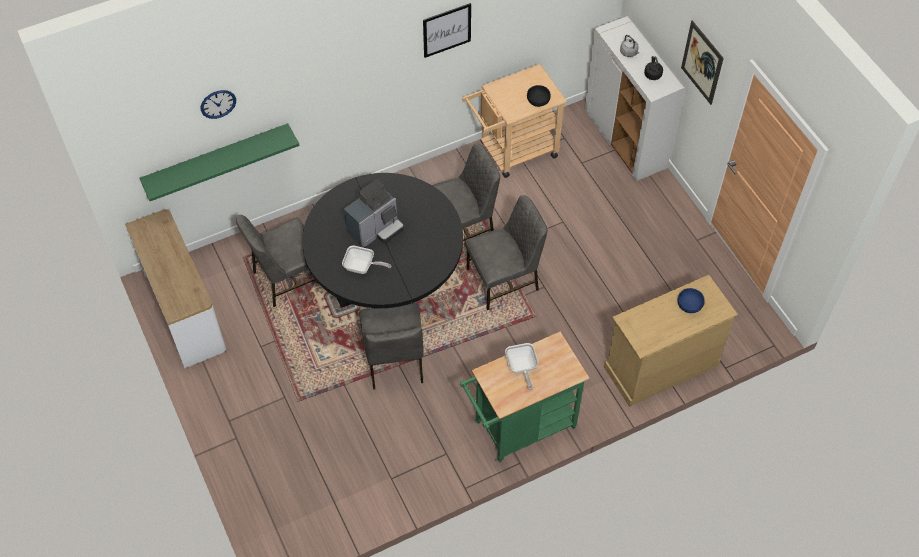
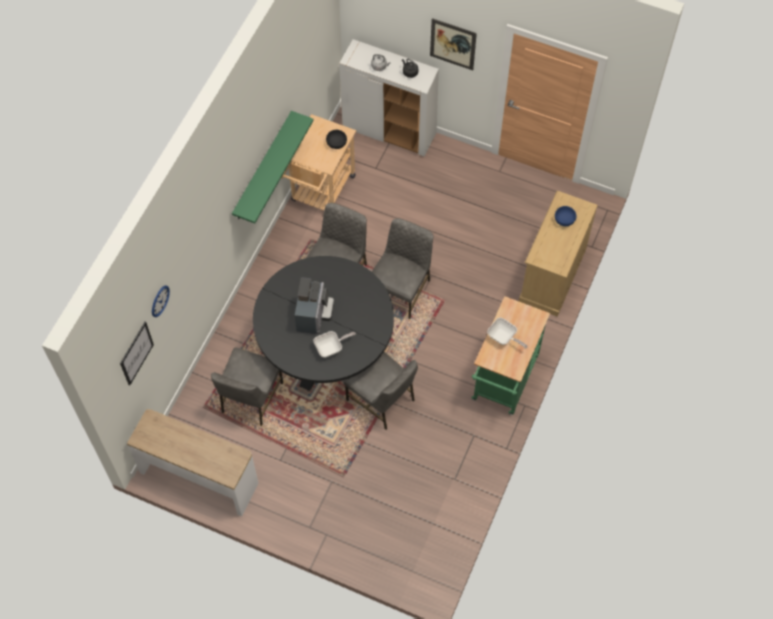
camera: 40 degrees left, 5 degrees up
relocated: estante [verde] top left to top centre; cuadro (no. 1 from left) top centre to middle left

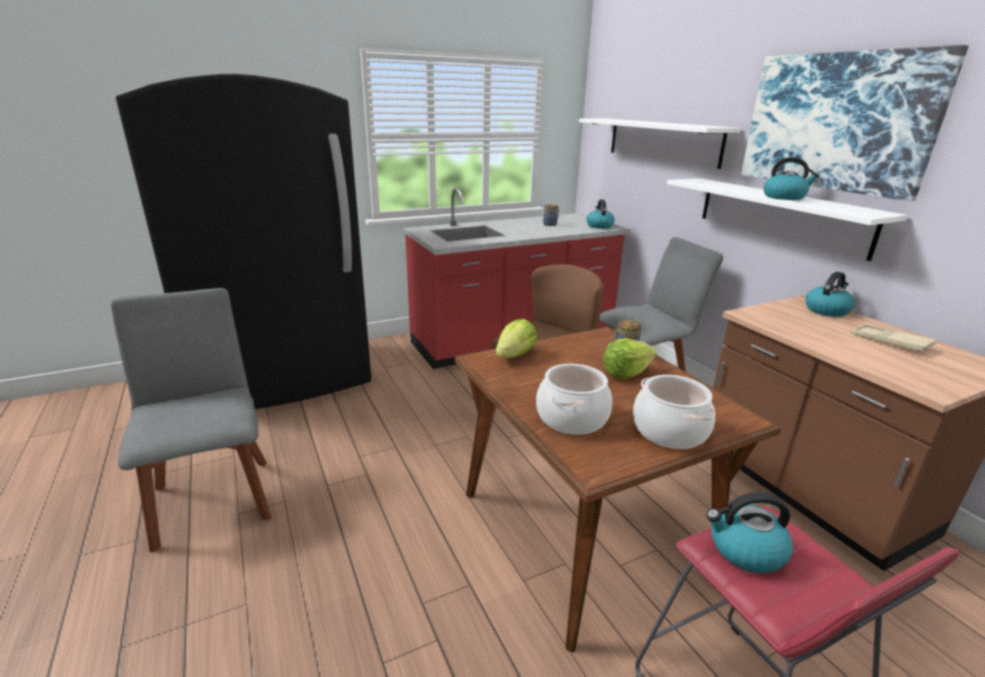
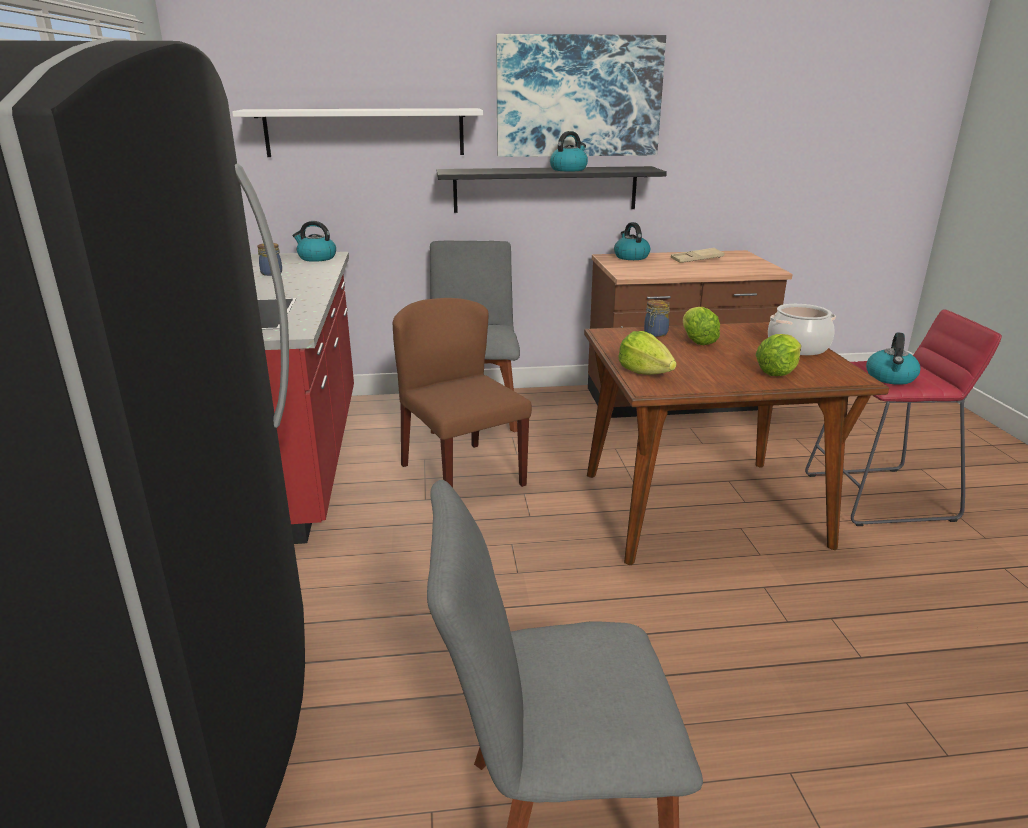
camera: 70 degrees left, 0 degrees up
exchanged: olla (no. 1 from left) centre to lechuga (no. 3 from left) middle right
colour: estante [blanco] (no. 2 from left) top right to estante [negro] top centre

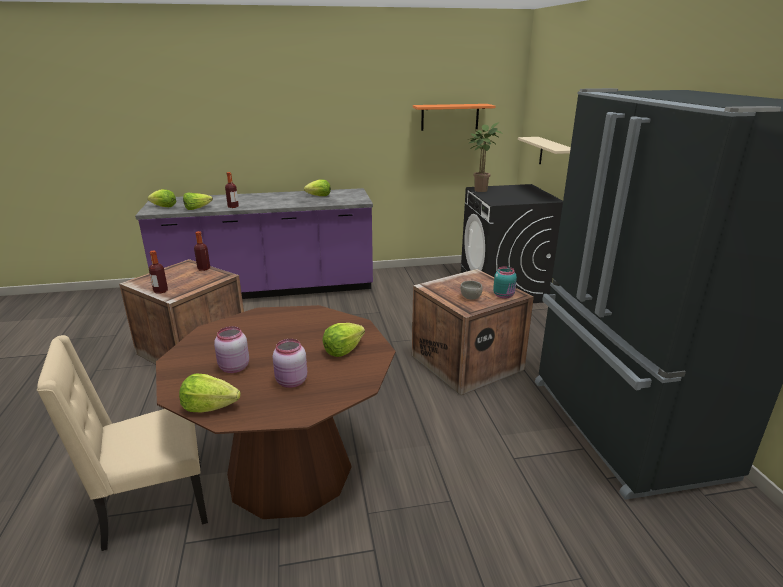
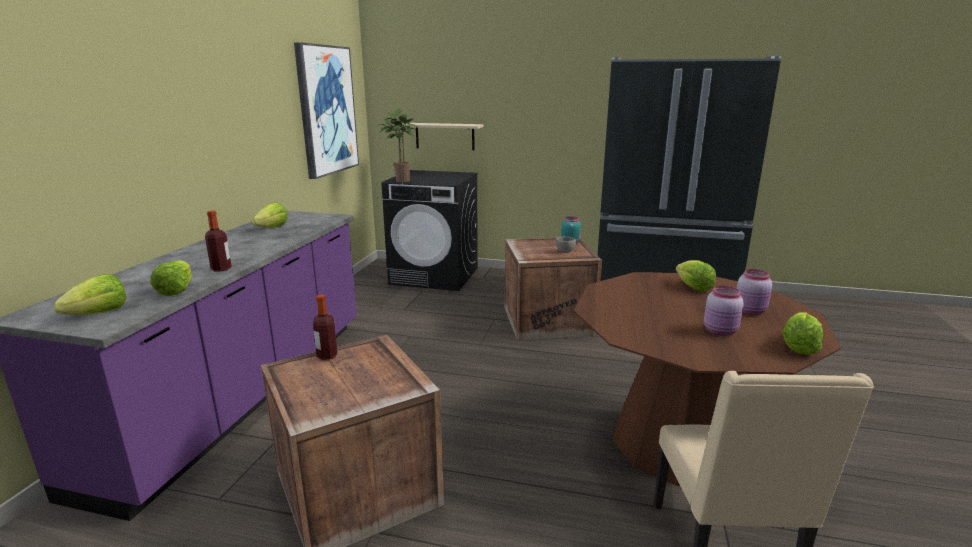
camera: 65 degrees left, 5 degrees down
missing: botella (no. 1 from left) middle left
exchanged: estante [naranja] top centre to cuadro top centre

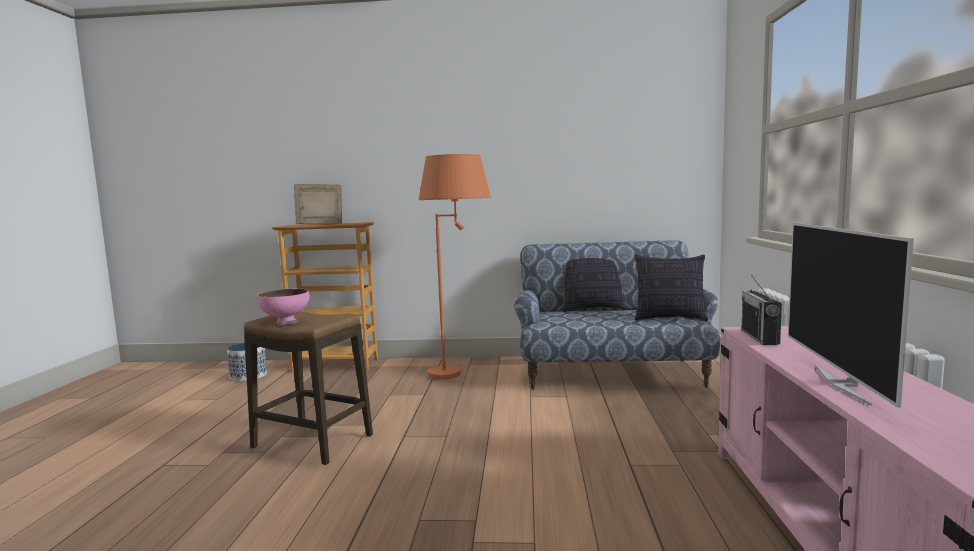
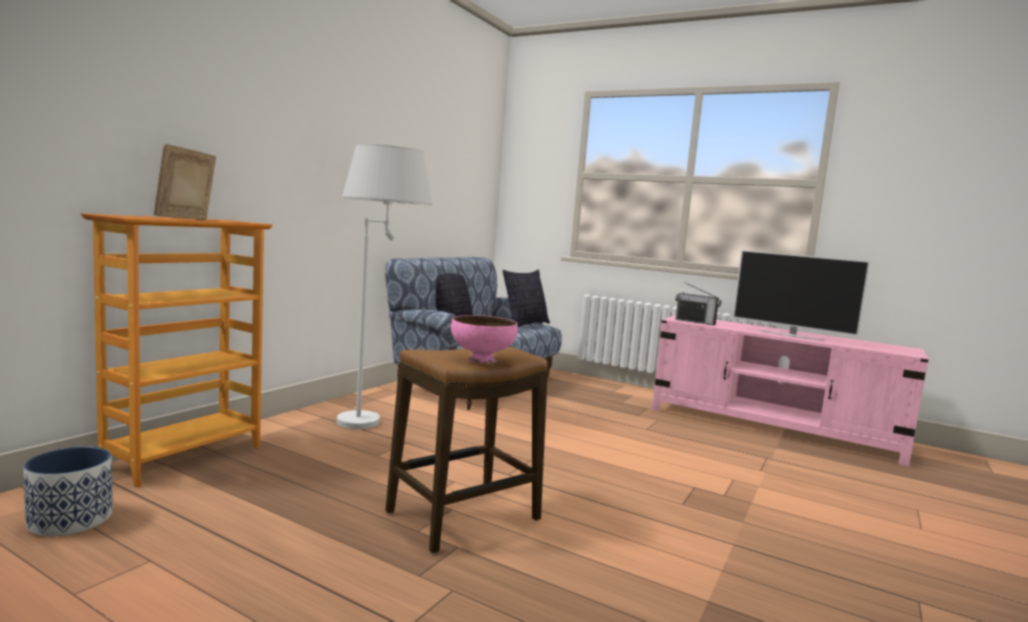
camera: 65 degrees left, 0 degrees up
colour: lámpara de pie [naranja] centre to lámpara de pie [blanco] centre

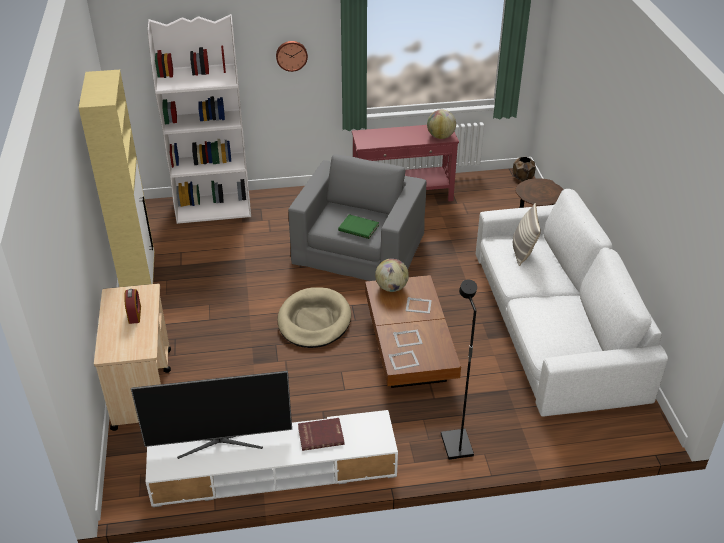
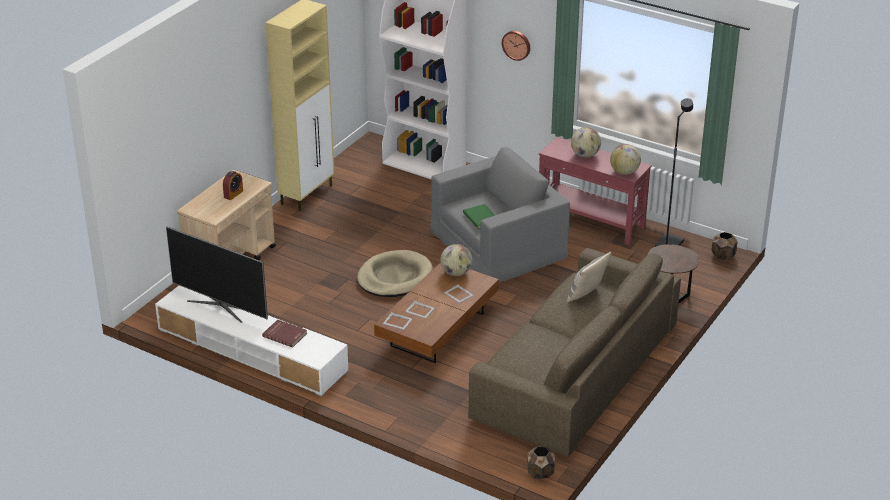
camera: 40 degrees right, 5 degrees down
appeared: maceta [marrón] (no. 1 from left) bottom centre; globo terráqueo (no. 2 from left) top centre
relocated: lámpara de pie [negro] bottom centre to middle right
colour: sofá [blanco] middle right to sofá [marrón] bottom centre

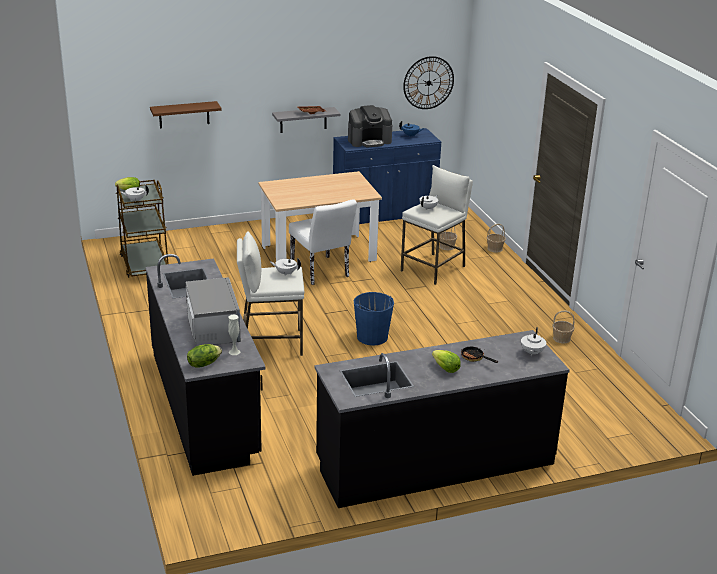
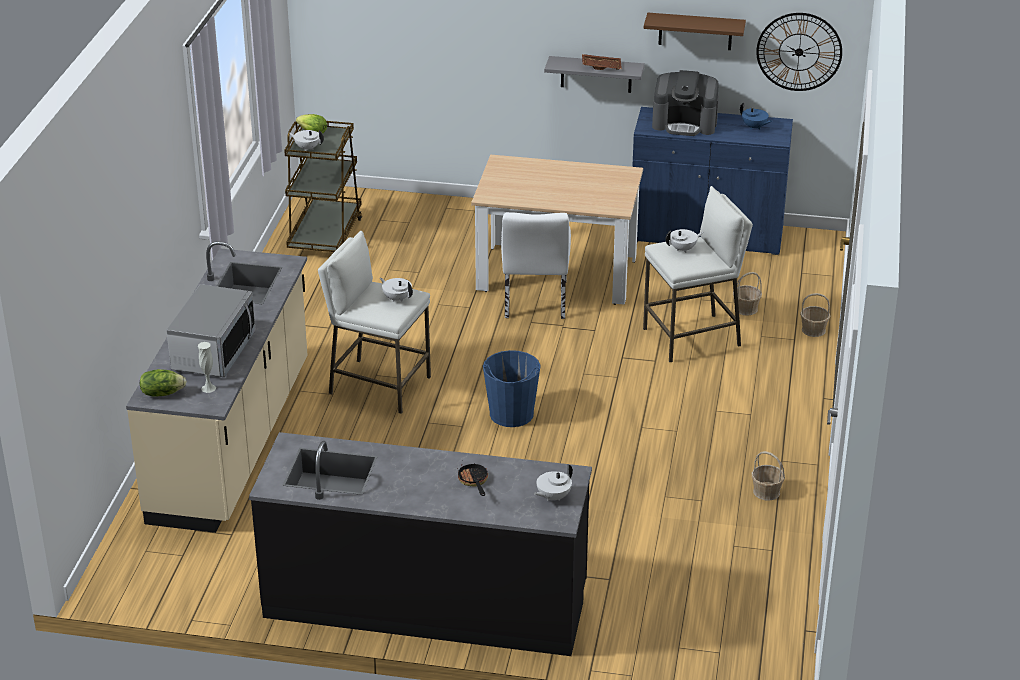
camera: 30 degrees right, 5 degrees up
missing: lechuga (no. 3 from left) centre
relocated: estante [marrón] top left to top right
colour: mueble bajo de cocina [negro] (no. 1 from left) middle left to mueble bajo de cocina [beis] middle left

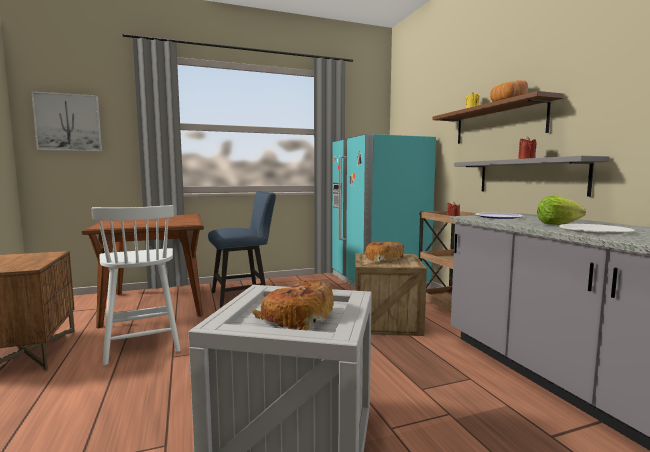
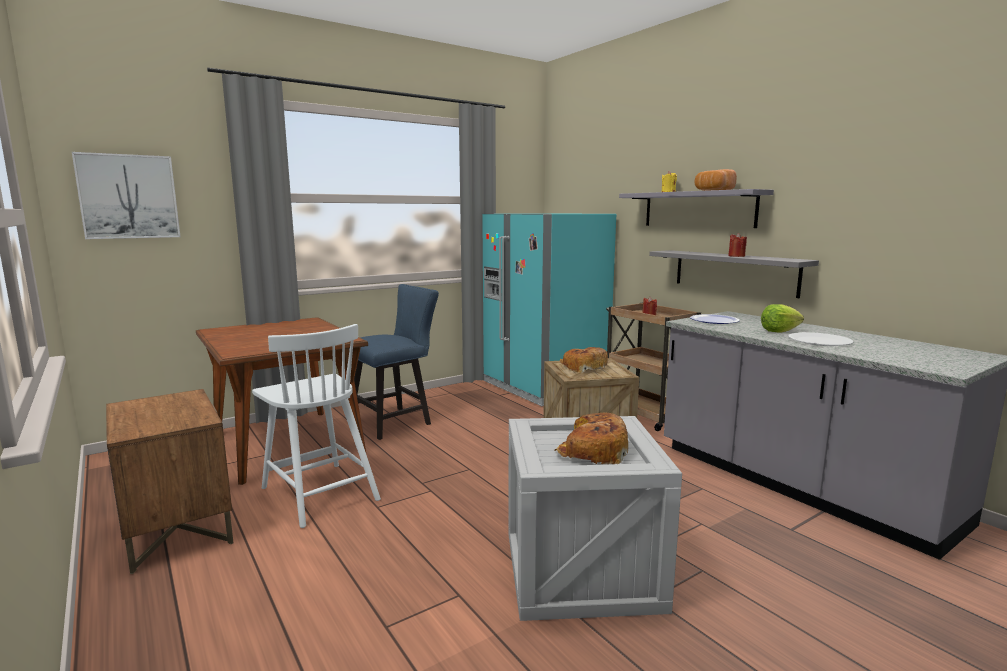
camera: 15 degrees left, 5 degrees up
colour: estante [marrón] top right to estante [gris] (no. 1 from left) top right

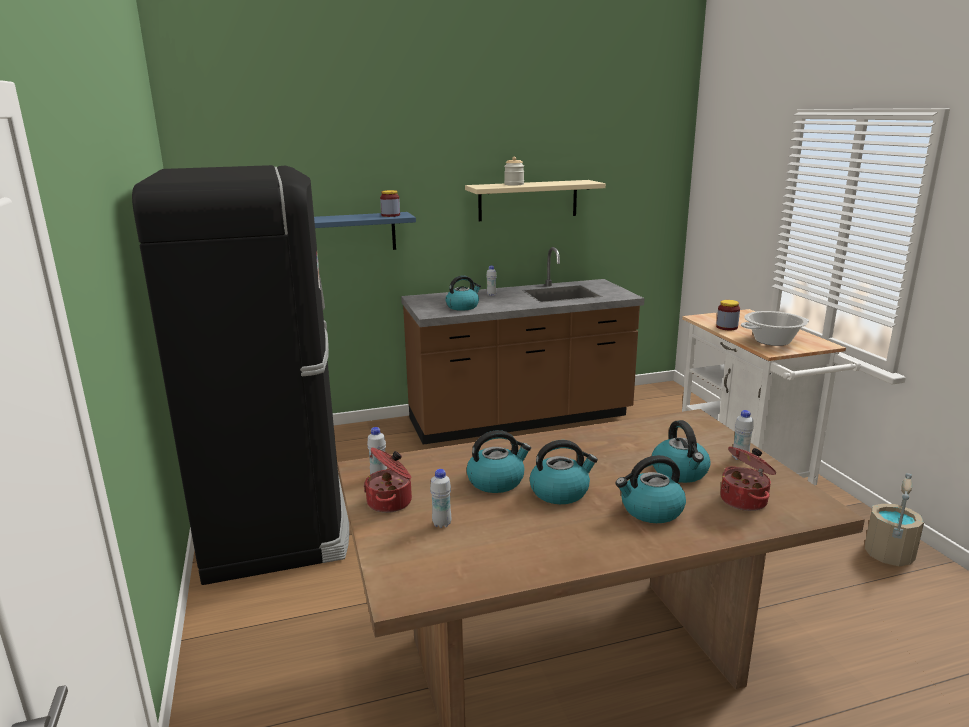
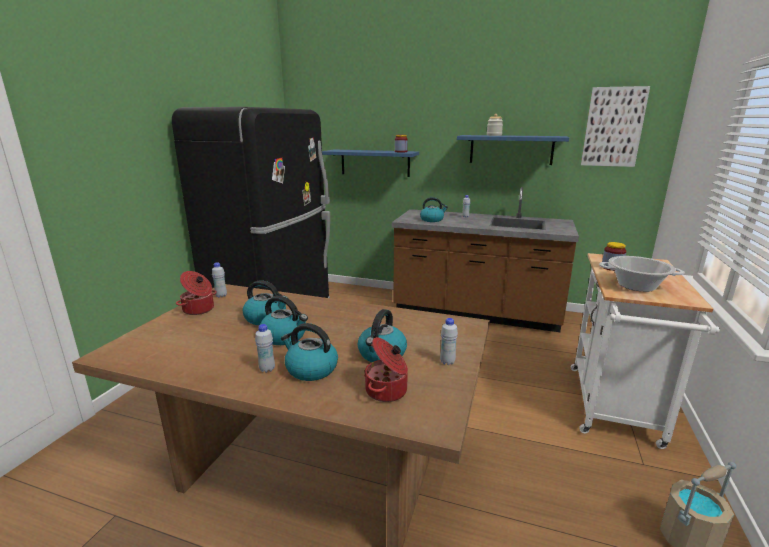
camera: 35 degrees right, 0 degrees up
appeared: cuadro top right
relocated: botella [blanco] (no. 2 from left) bottom centre to centre
colour: estante [beis] top centre to estante [azul] (no. 2 from left) top right

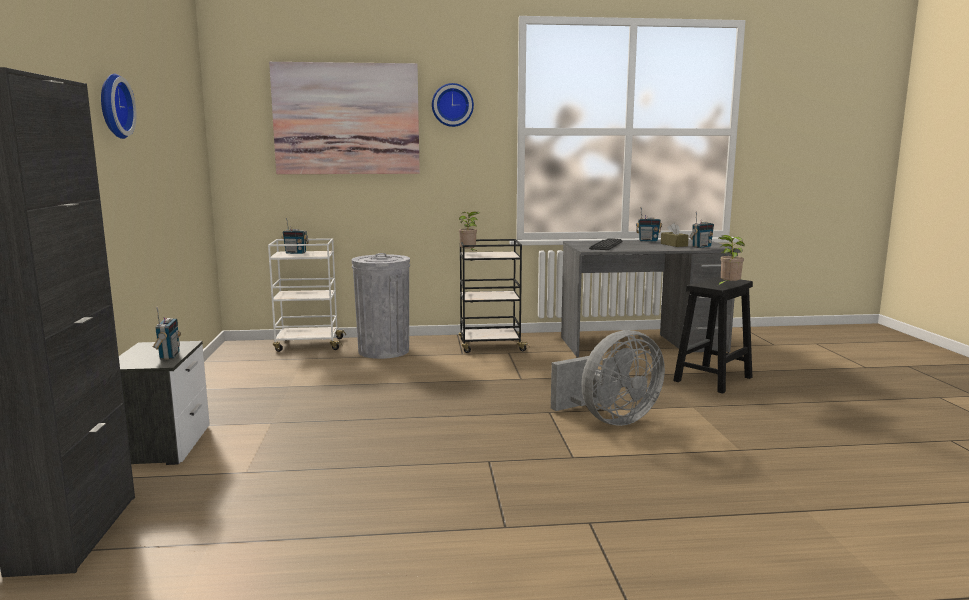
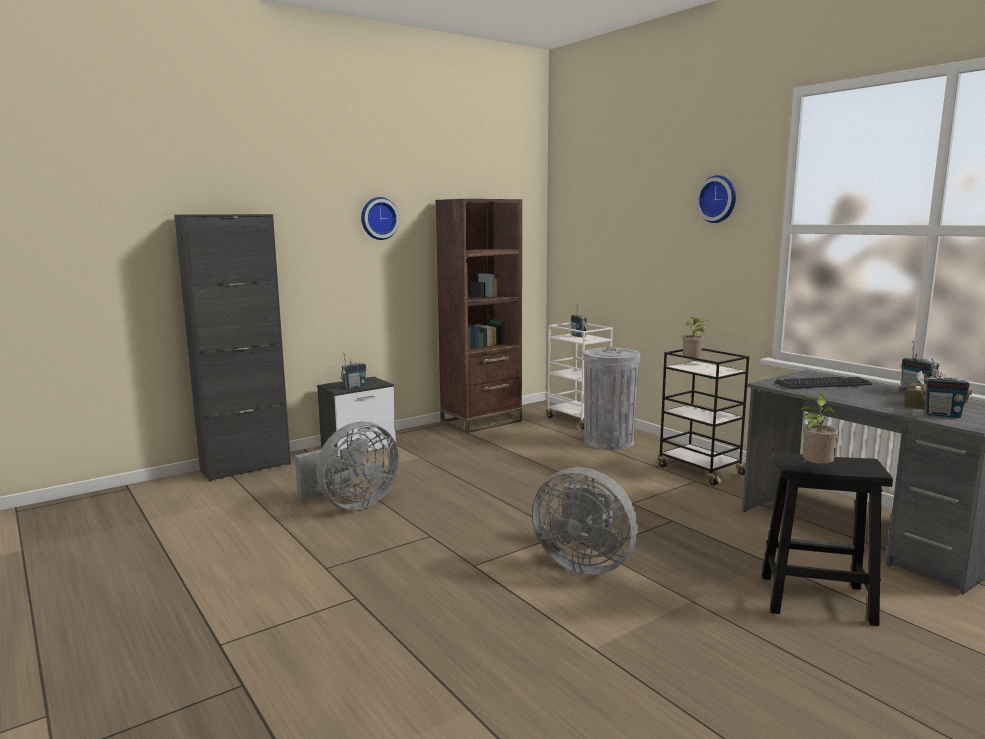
camera: 60 degrees right, 0 degrees up
missing: cuadro top centre
appeared: ventilador [gris] (no. 1 from left) centre; estantería [marrón] centre

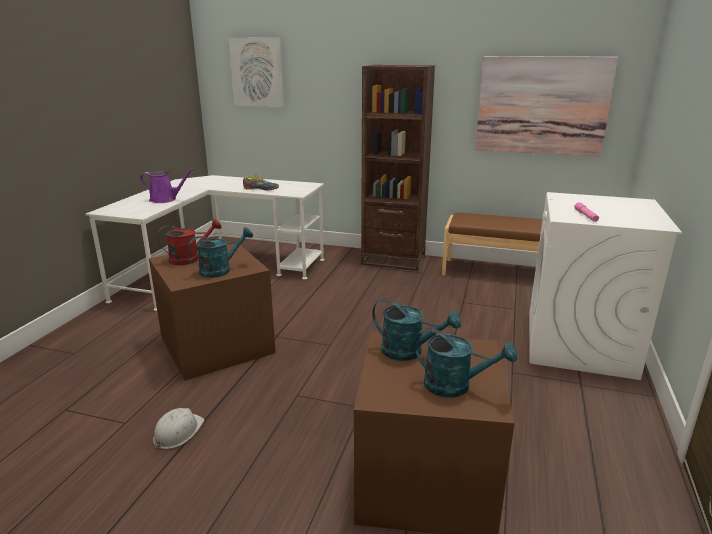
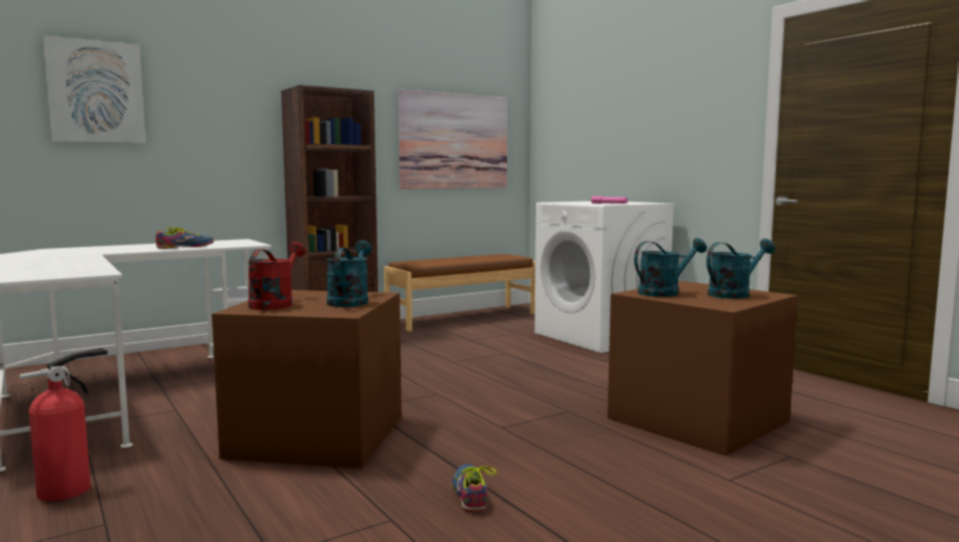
camera: 50 degrees left, 15 degrees down
missing: regadera [morado] middle left
appeared: extintor bottom left
exchanged: casco [blanco] bottom left to zapato (no. 2 from left) bottom centre

